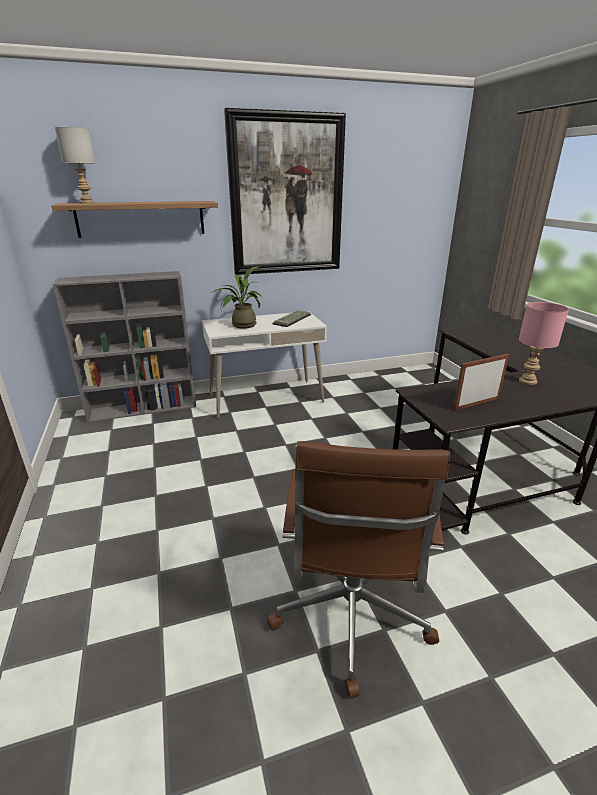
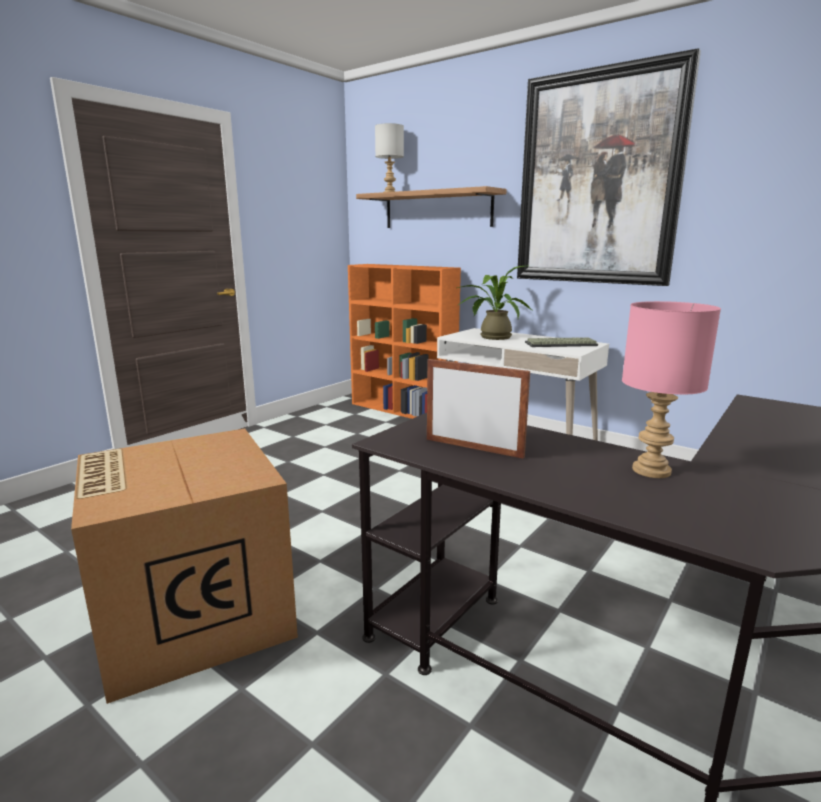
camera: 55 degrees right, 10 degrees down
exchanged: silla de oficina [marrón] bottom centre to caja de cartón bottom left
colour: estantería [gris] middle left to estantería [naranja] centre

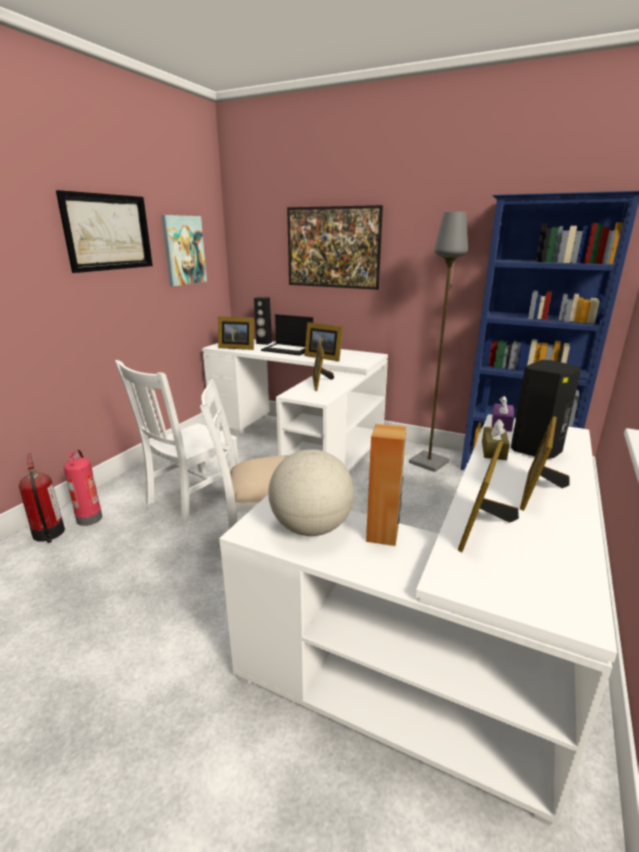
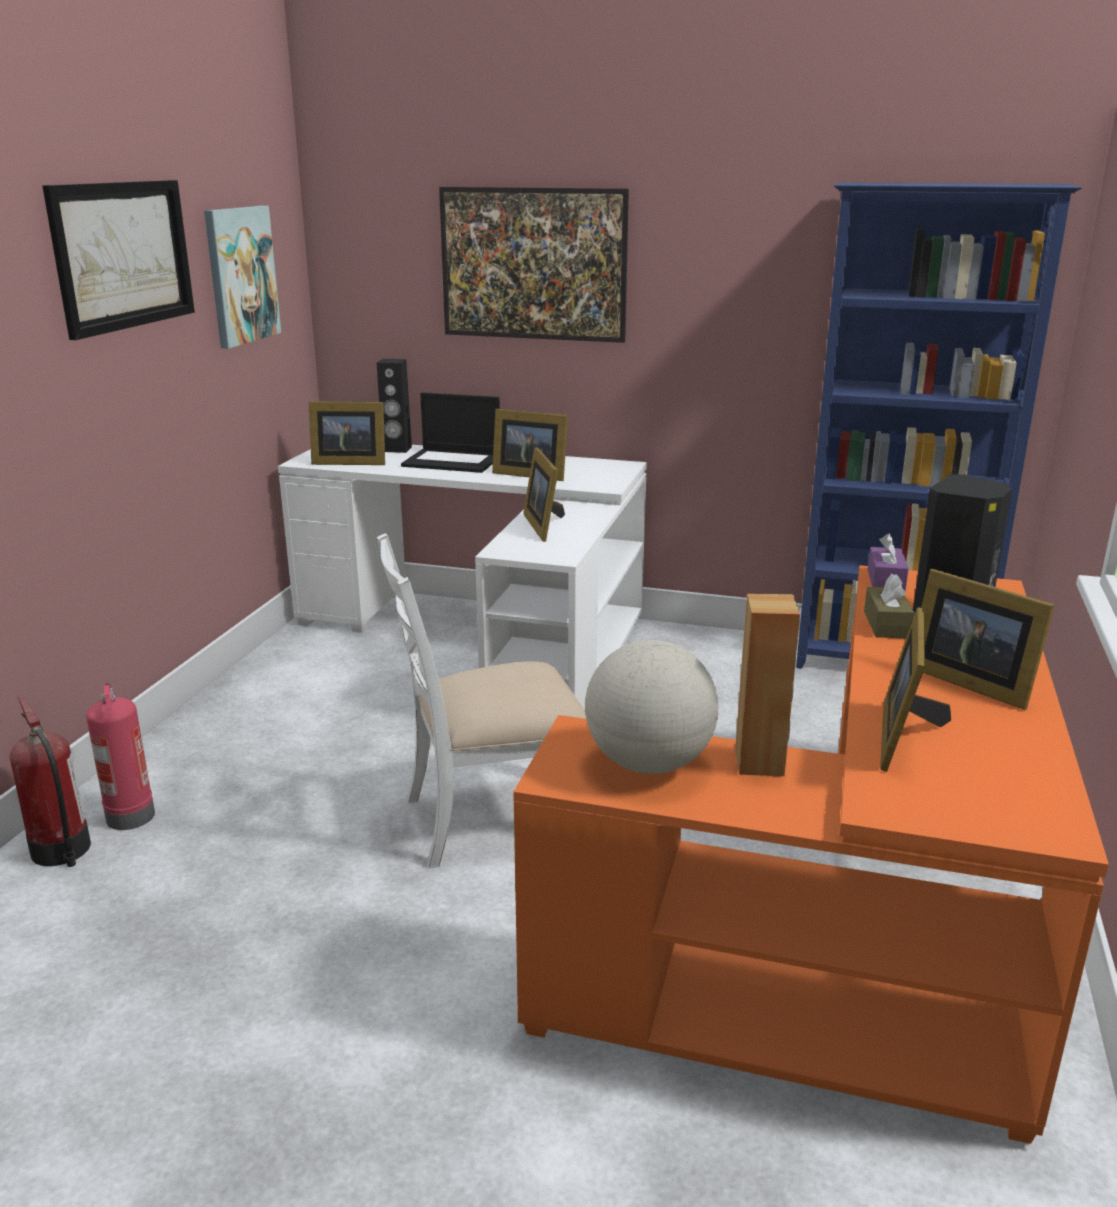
camera: 10 degrees left, 0 degrees up
missing: silla [blanco] (no. 1 from left) middle left; lámpara de pie [gris] middle right
colour: escritorio [blanco] (no. 2 from left) bottom centre to escritorio [naranja] bottom right
spun: portarretratos (no. 5 from left) middle right = middle right 60 degrees counterclockwise

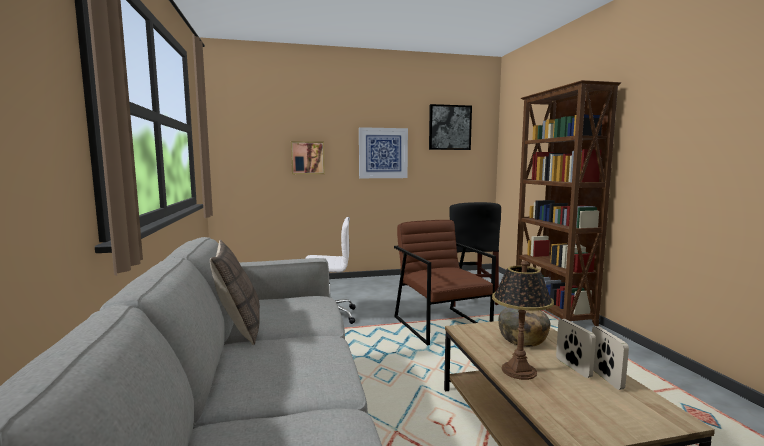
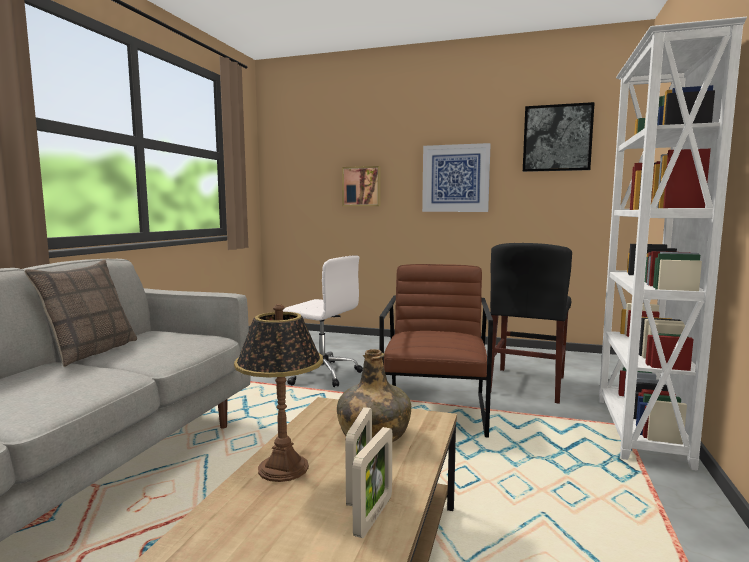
camera: 30 degrees right, 0 degrees up
colour: estantería [marrón] middle right to estantería [blanco] middle right

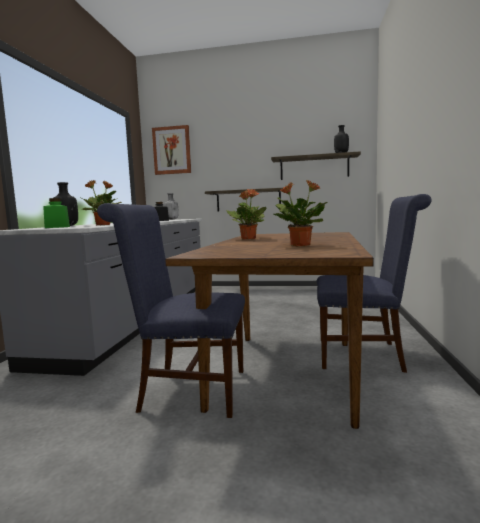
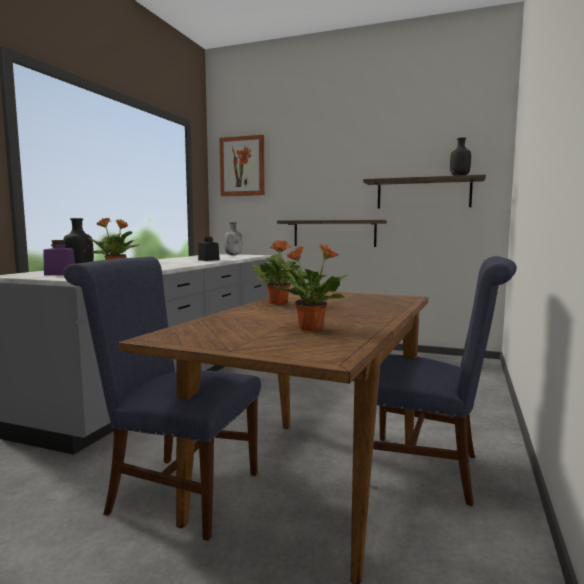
camera: 10 degrees right, 0 degrees up
colour: tarro [verde] middle left to tarro [morado] middle left

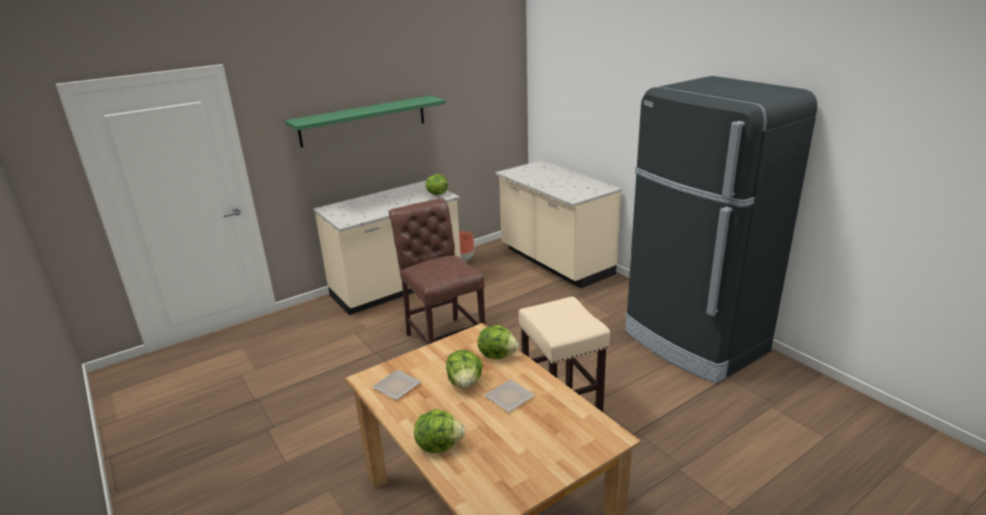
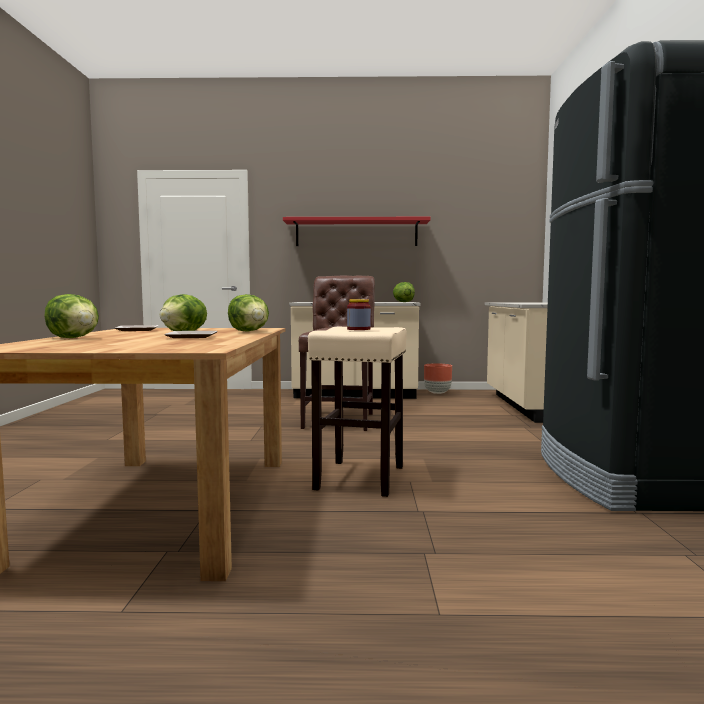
camera: 35 degrees right, 20 degrees down
appeared: tarro centre
colour: estante [verde] top centre to estante [rojo] top centre

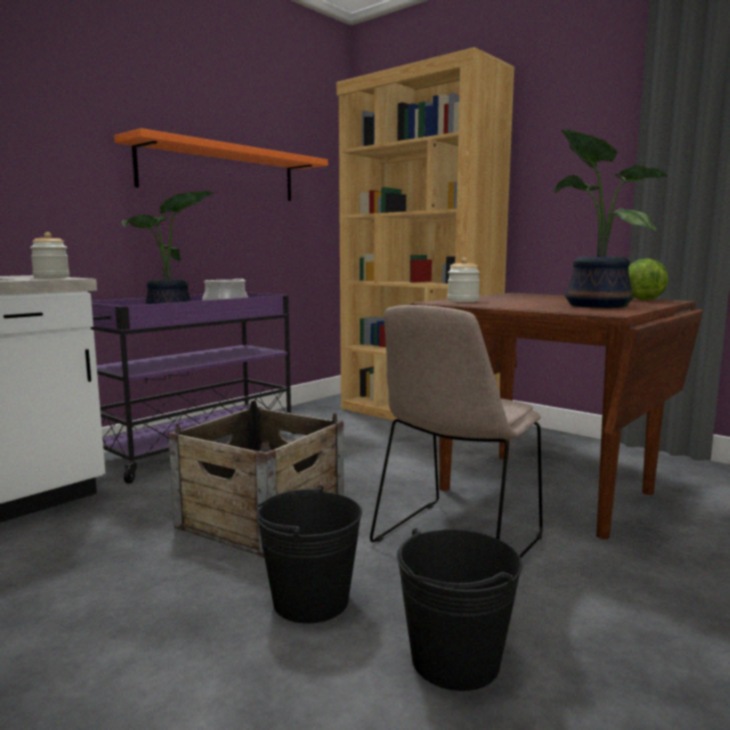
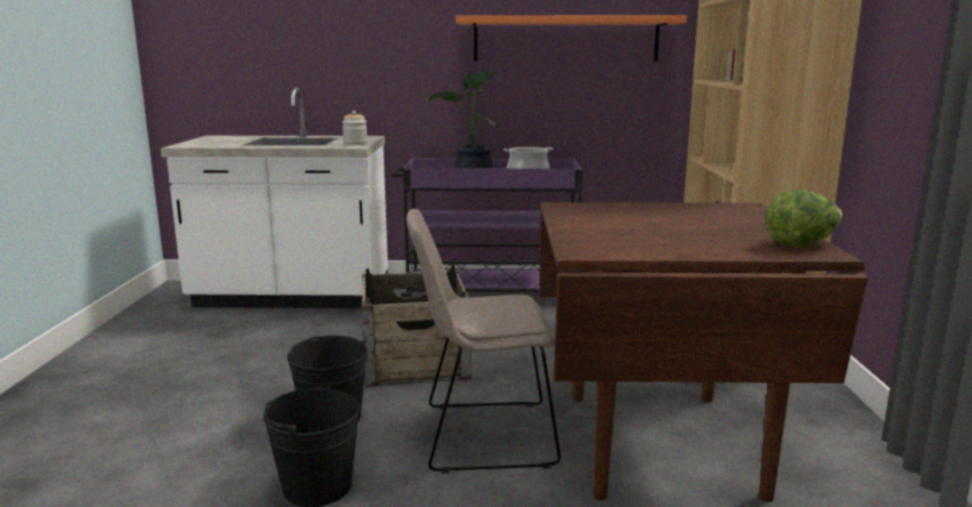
camera: 50 degrees right, 5 degrees up
missing: tarro (no. 2 from left) centre; planta en maceta (no. 2 from left) top right

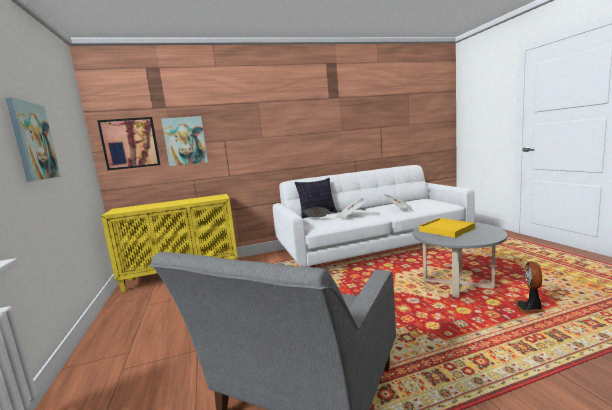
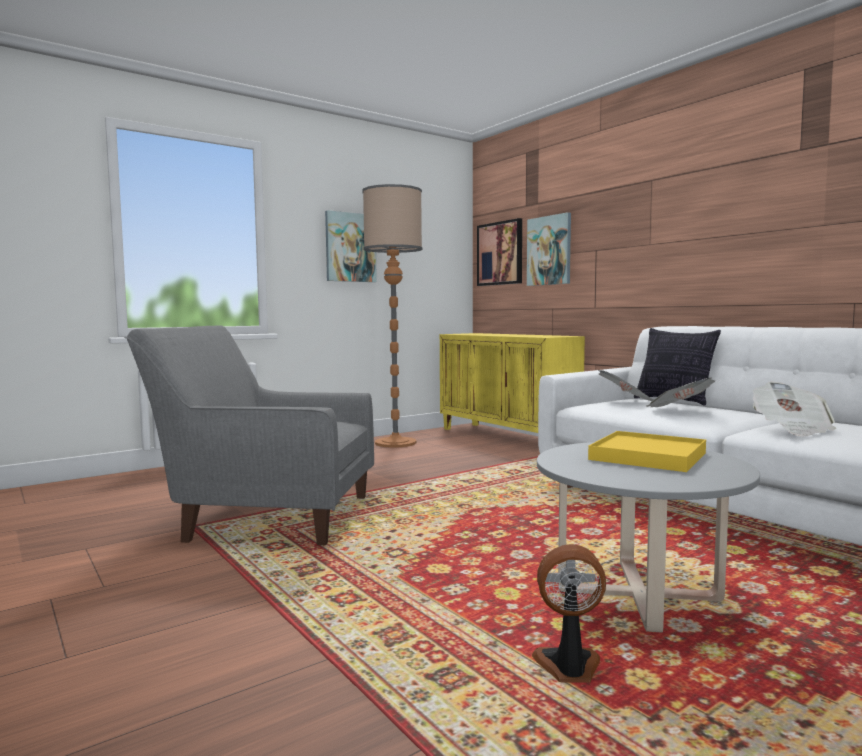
camera: 70 degrees right, 5 degrees down
appeared: lámpara de pie centre

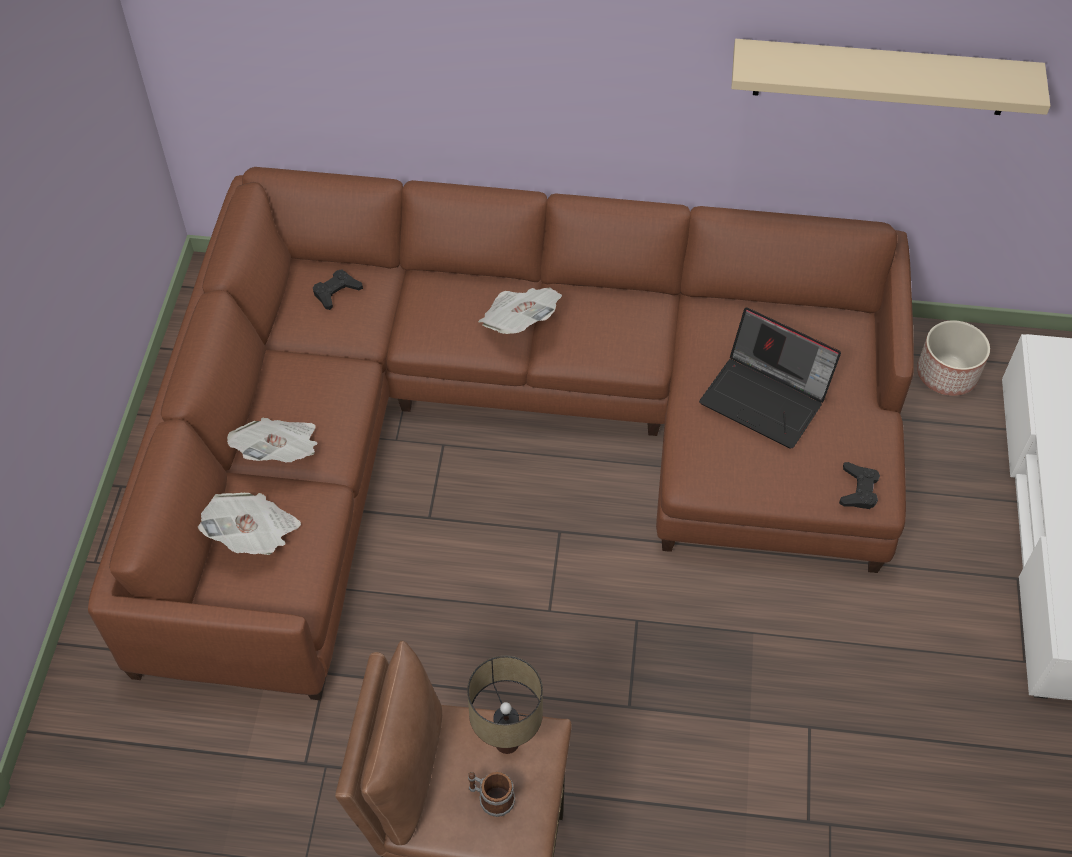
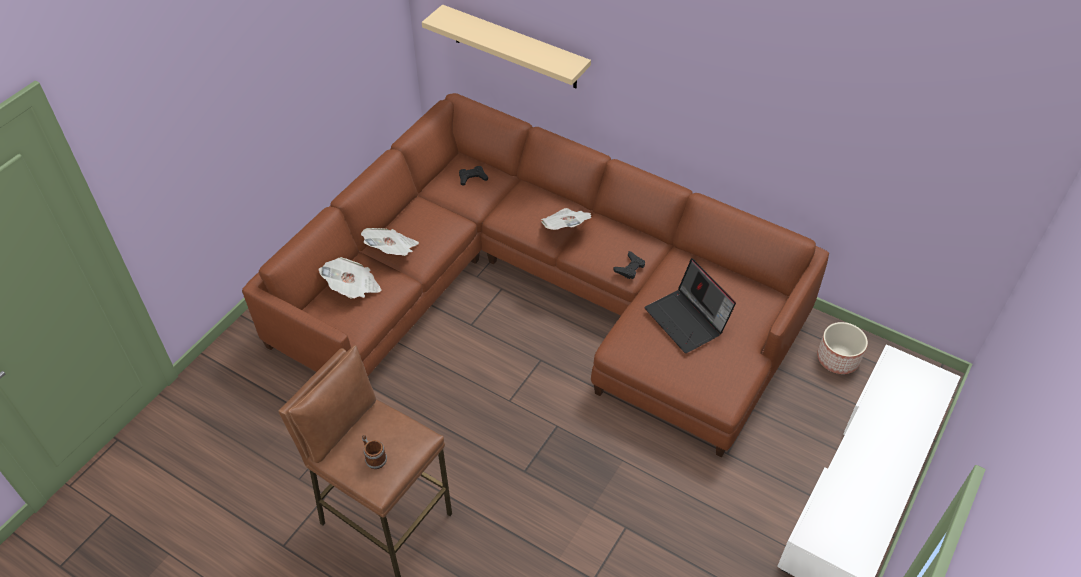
camera: 25 degrees right, 5 degrees down
missing: lámpara de mesa bottom centre
relocated: estante [beis] top right to top centre; mando de consola [negro] (no. 2 from left) middle right to centre

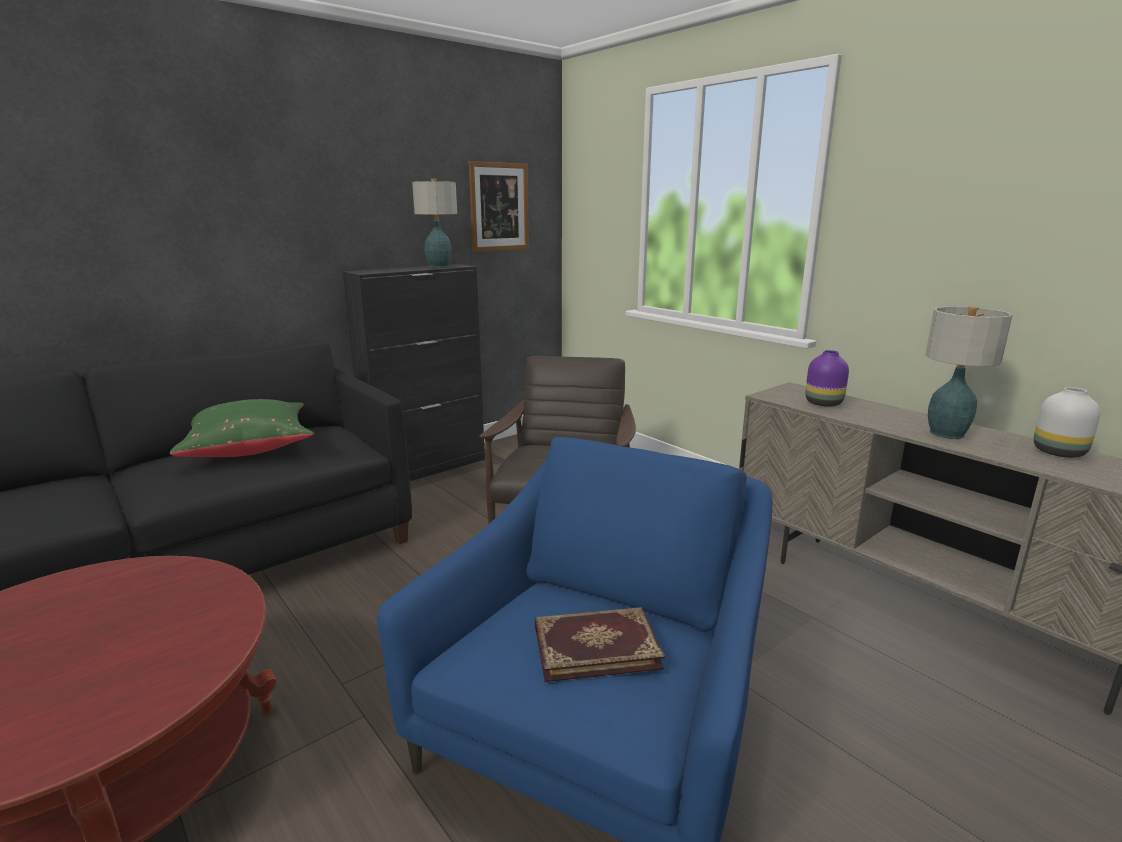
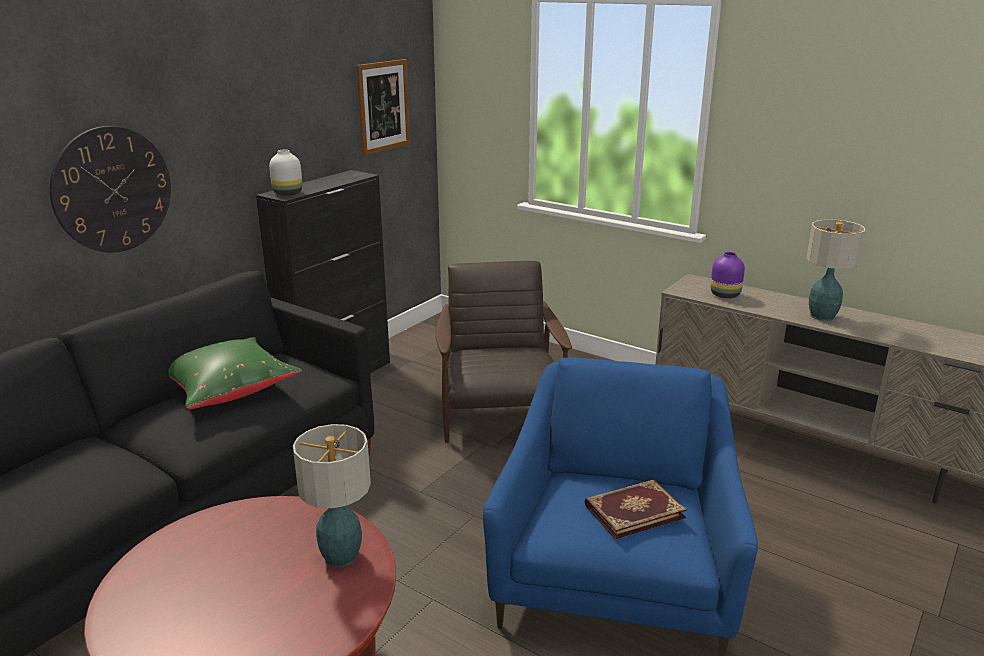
camera: 15 degrees left, 5 degrees up
appeared: reloj de pared top left
relocated: lámpara de mesa (no. 1 from left) top centre to bottom centre; florero [blanco] middle right to top left

